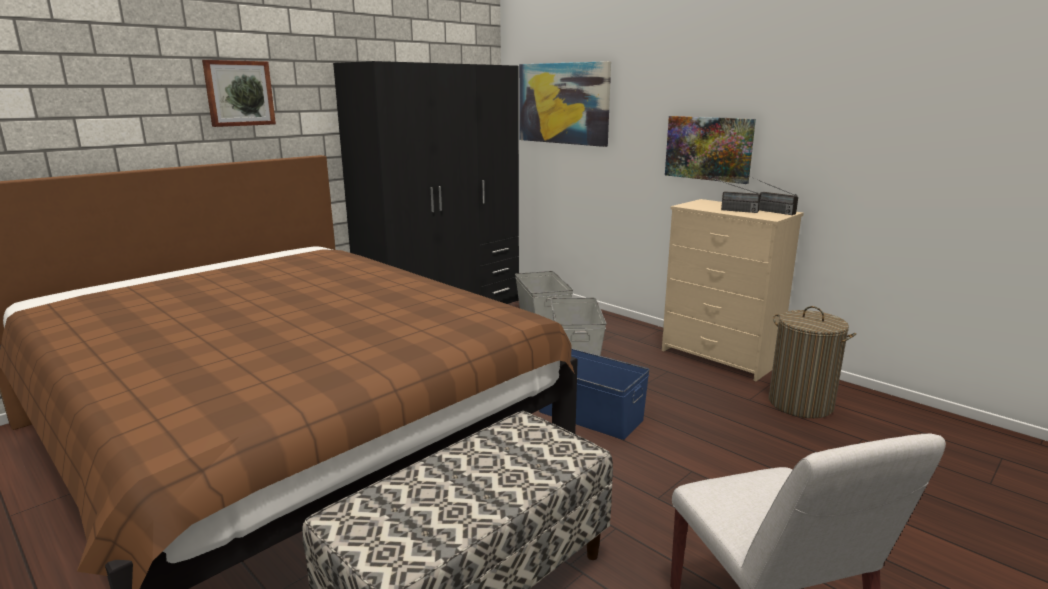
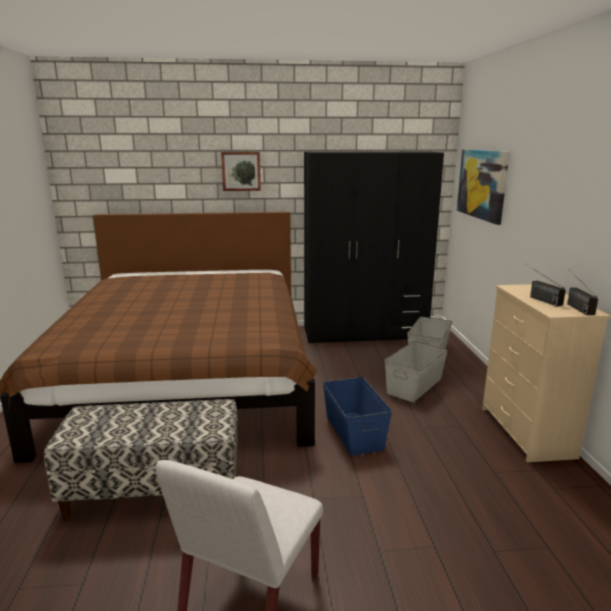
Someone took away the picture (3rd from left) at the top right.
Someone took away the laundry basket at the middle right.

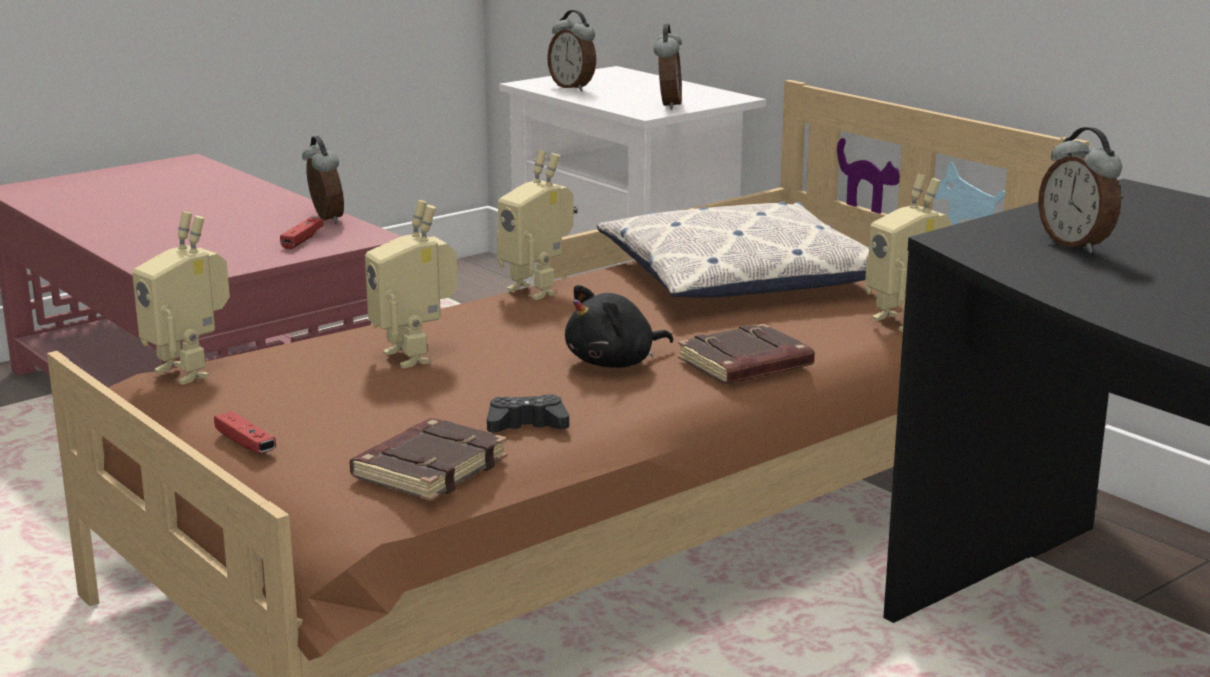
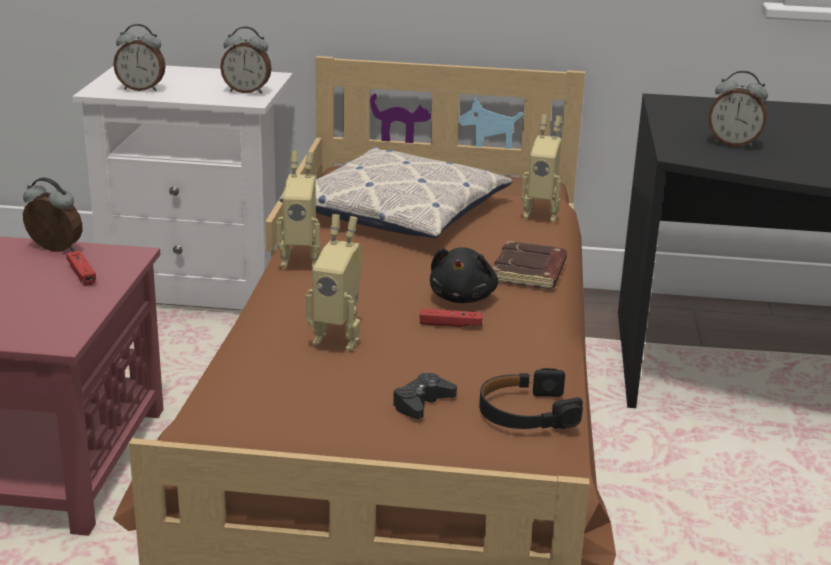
Someone took away the robot figure (1st from left) at the middle left.
Someone carried the gamepad in red-coloured (1st from left in the first image) from the middle left to the centre.
Someone swapped the bound book in brown-coloured (1st from left) at the bottom centre for the headset in black-coloured at the bottom centre.
Someone carried the gamepad in black-coloured from the centre to the bottom centre.
Someone rotated the bedside clock (3rd from left) at the top centre by 135 degrees clockwise.

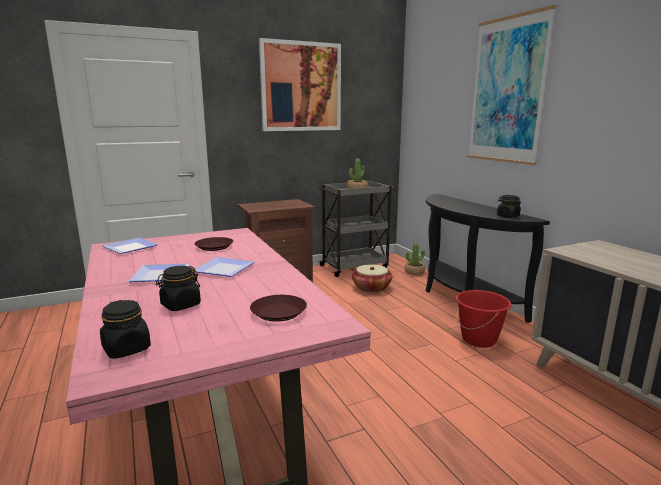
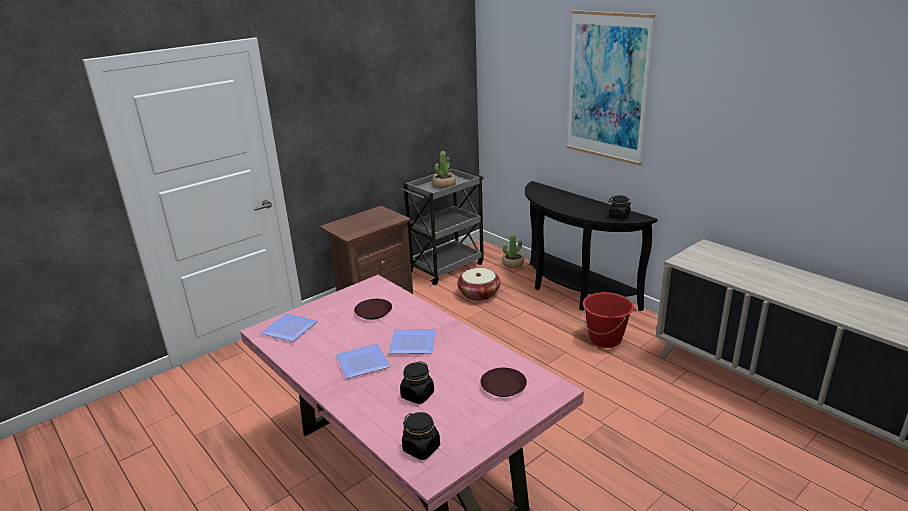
Someone took away the picture (1st from left) at the top centre.

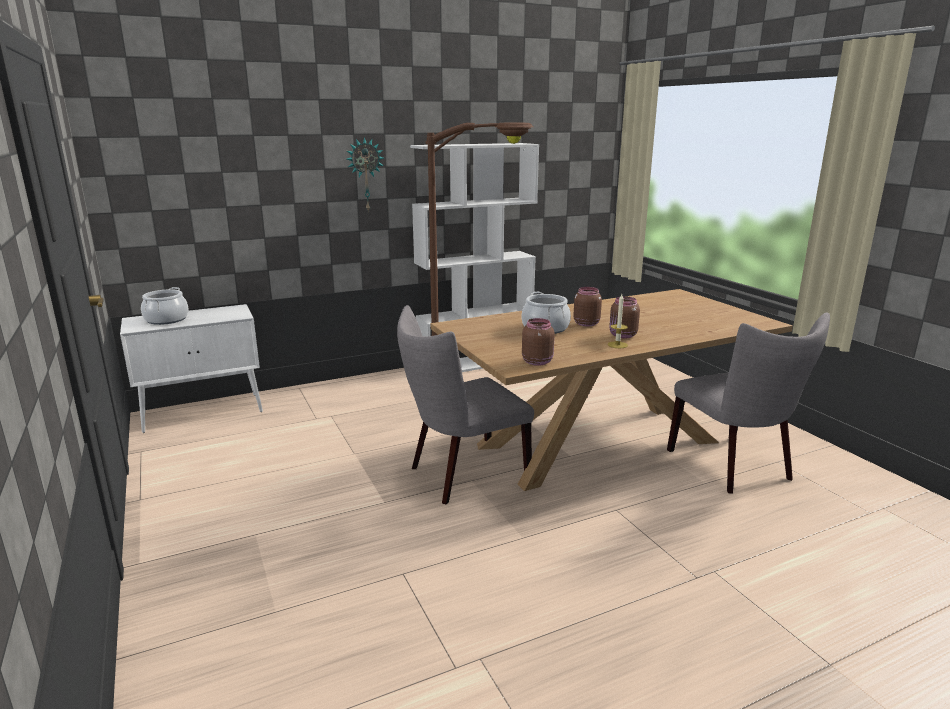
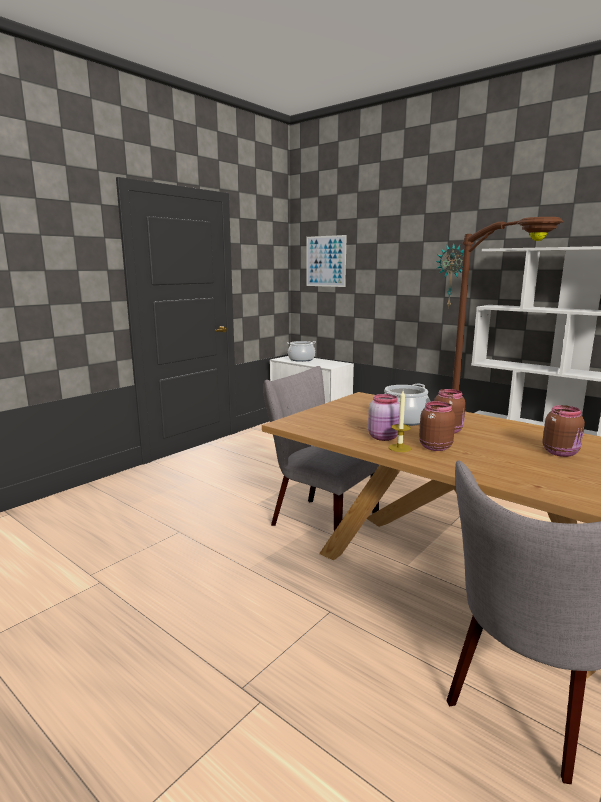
Someone carried the preserve jar in brown-coloured (1st from left in the first image) from the centre to the middle right.
Someone put up the picture at the top centre.
Someone put down the preserve jar in pinkish at the centre.

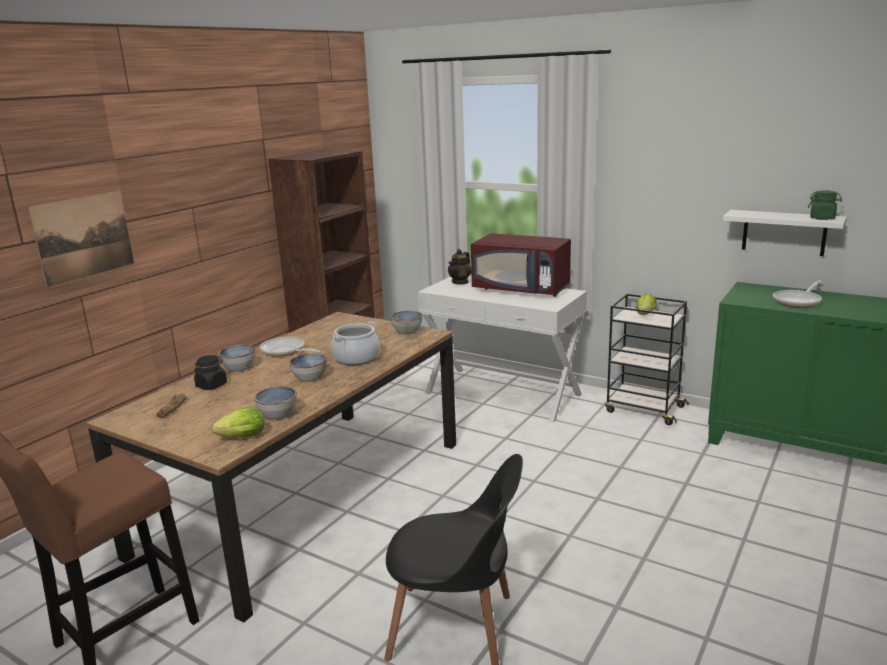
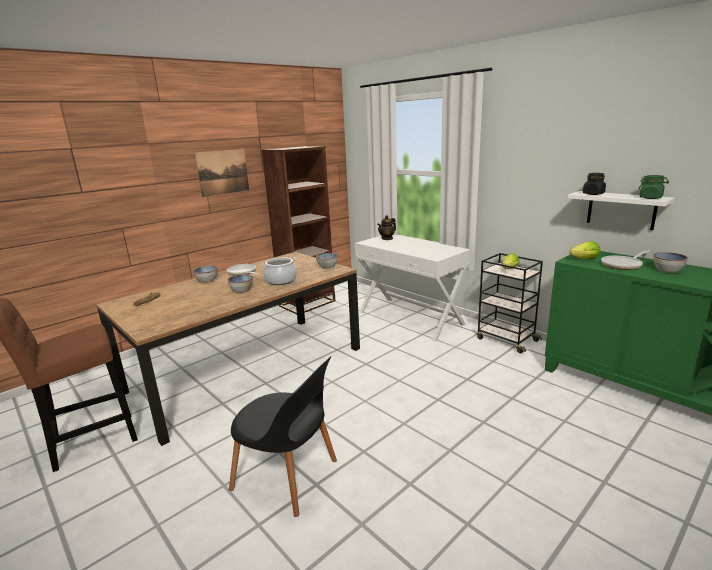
Someone carried the picture from the middle left to the top left.
Someone carried the preserve jar in black-coloured from the middle left to the top right.
Someone carried the head of lettuce (1st from left in the first image) from the middle left to the middle right.
Someone carried the bowl (2nd from left in the first image) from the middle left to the middle right.
Someone took away the microwave in red-coloured at the centre.

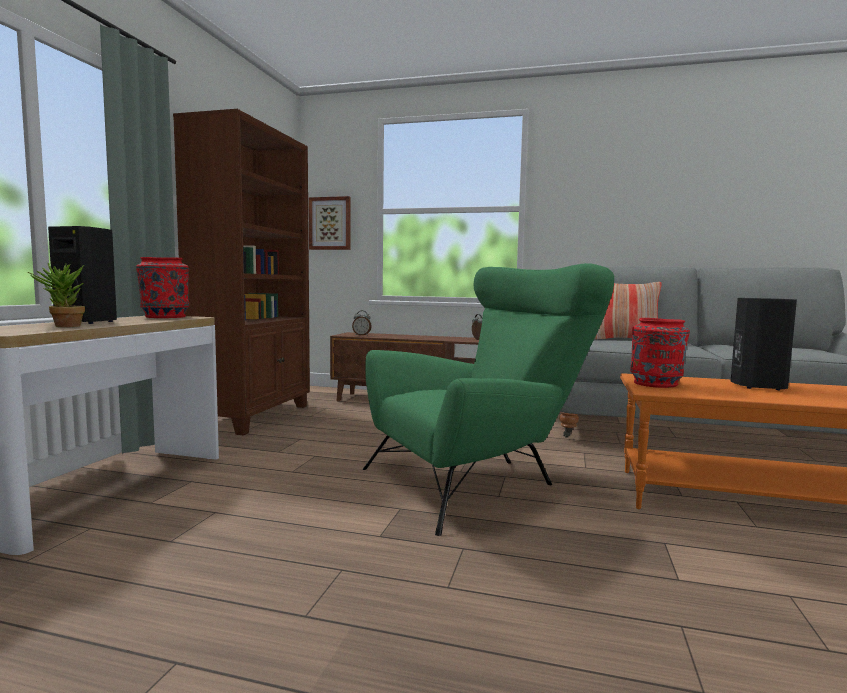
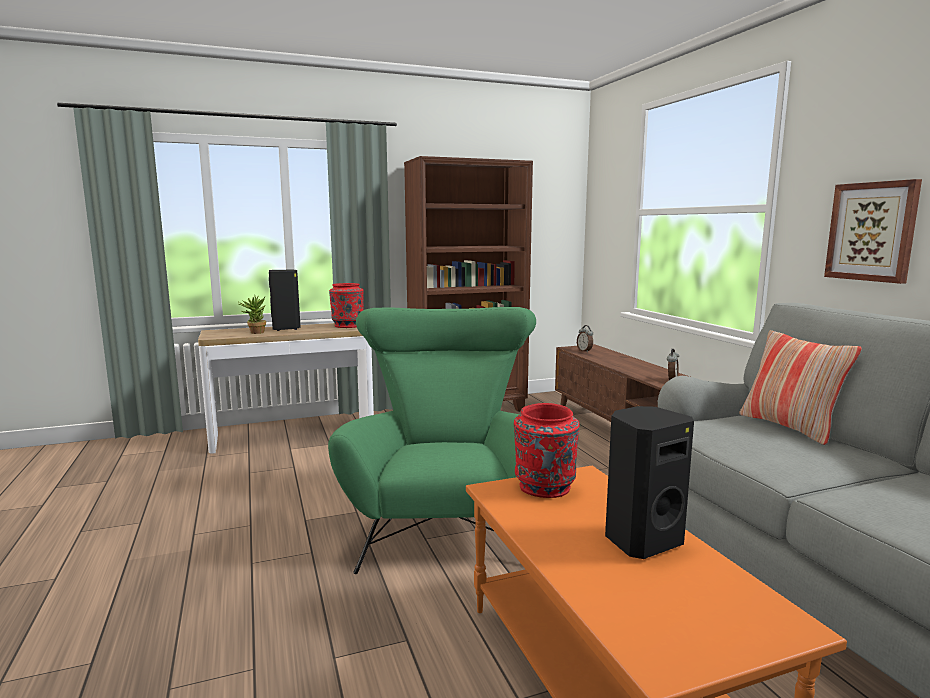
Someone carried the picture from the top centre to the top right.
Someone rotated the armchair in green at the centre by 120 degrees counterclockwise.

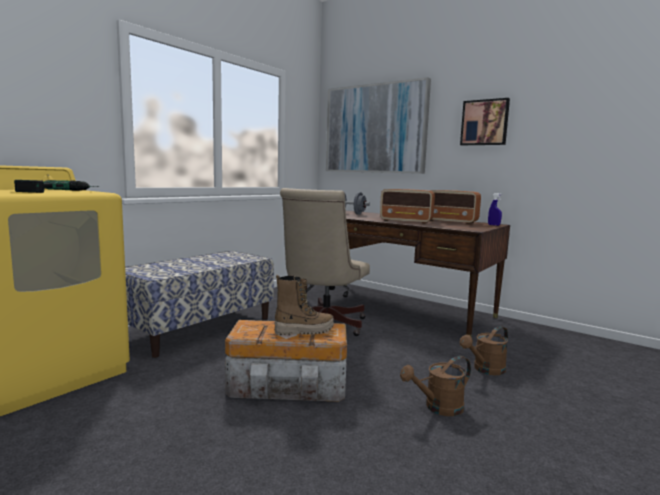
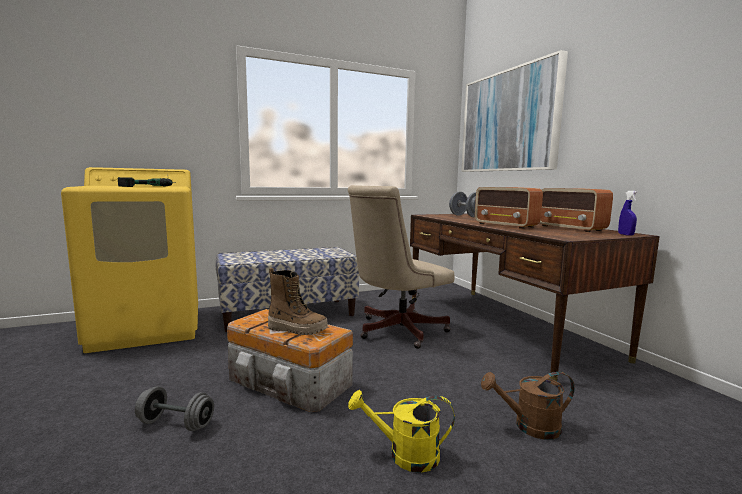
Someone repainted the watering pot in brown-coloured (1st from left) at the bottom centre, which became the watering pot in yellow at the bottom centre.
Someone took away the picture (2nd from left) at the top right.
Someone put down the dumbbell in grey (1st from left) at the bottom left.

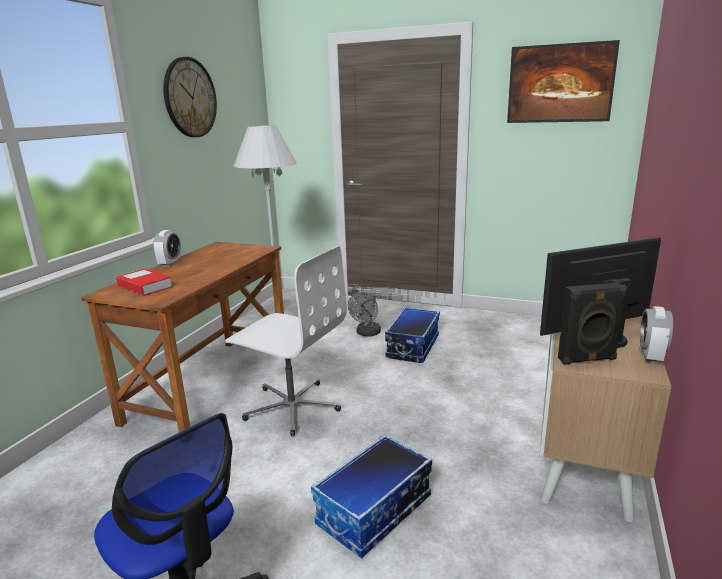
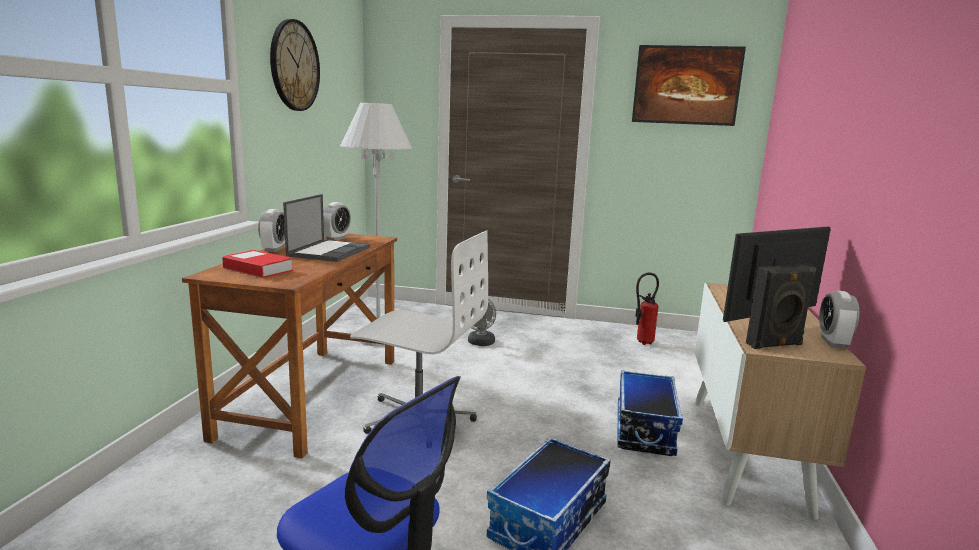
Someone carried the storage box (2nd from left) from the centre to the bottom centre.
Someone put down the portable computer at the middle left.
Someone put down the bedside clock (2nd from left) at the centre.
Someone put down the fire extinguisher at the centre.

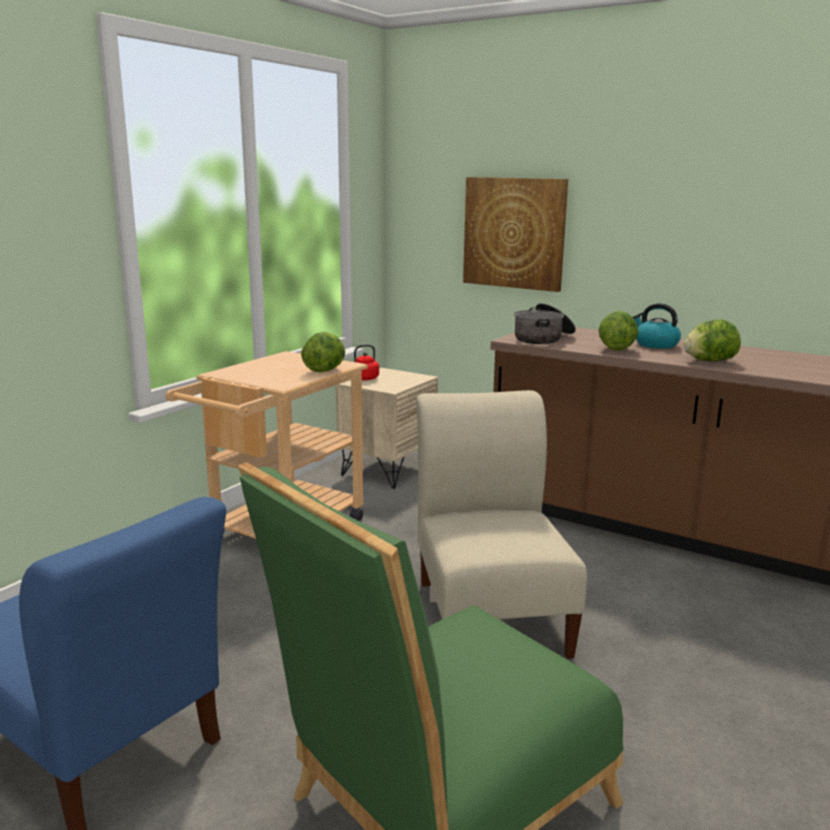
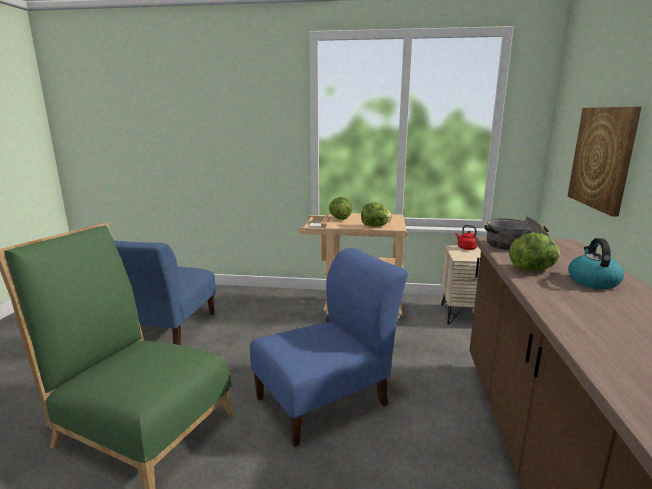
Someone repainted the upright chair in beige at the centre, which became the upright chair in bluish (2nd from left) at the bottom centre.
Someone carried the head of lettuce (3rd from left in the first image) from the middle right to the centre.

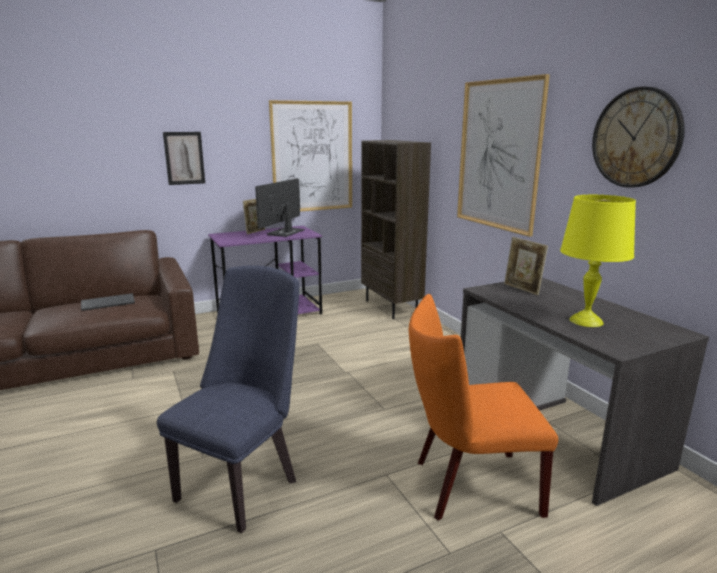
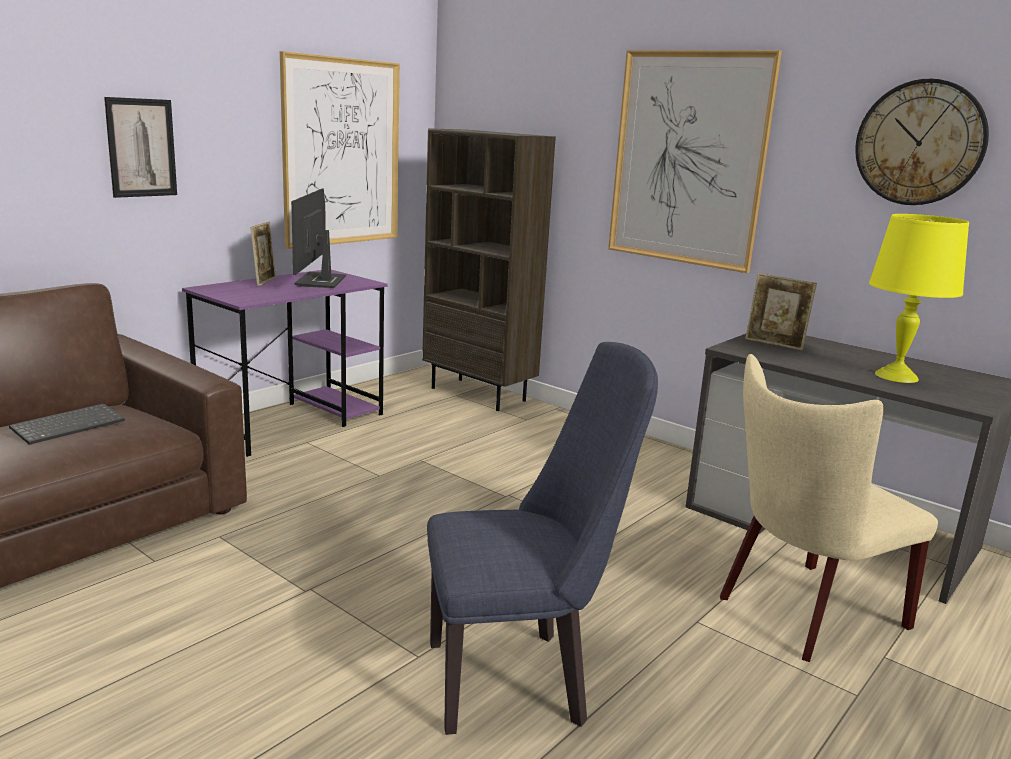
Someone rotated the upright chair in bluish at the bottom left by 75 degrees clockwise.
Someone repainted the upright chair in orangey at the bottom right, which became the upright chair in beige at the bottom right.

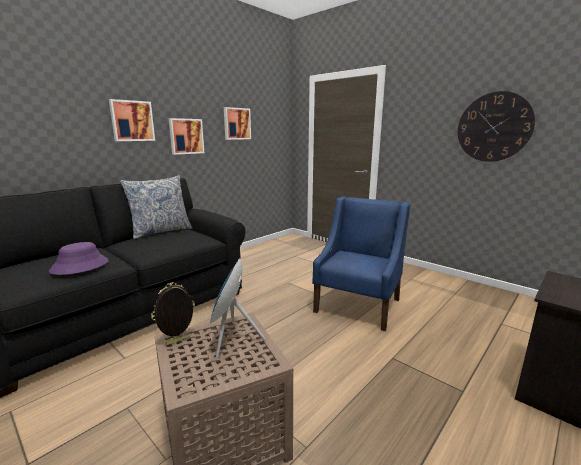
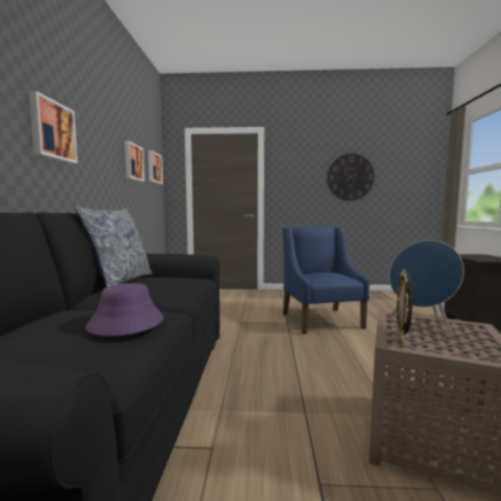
Someone carried the picture (2nd from left in the first image) from the top left to the middle left.

